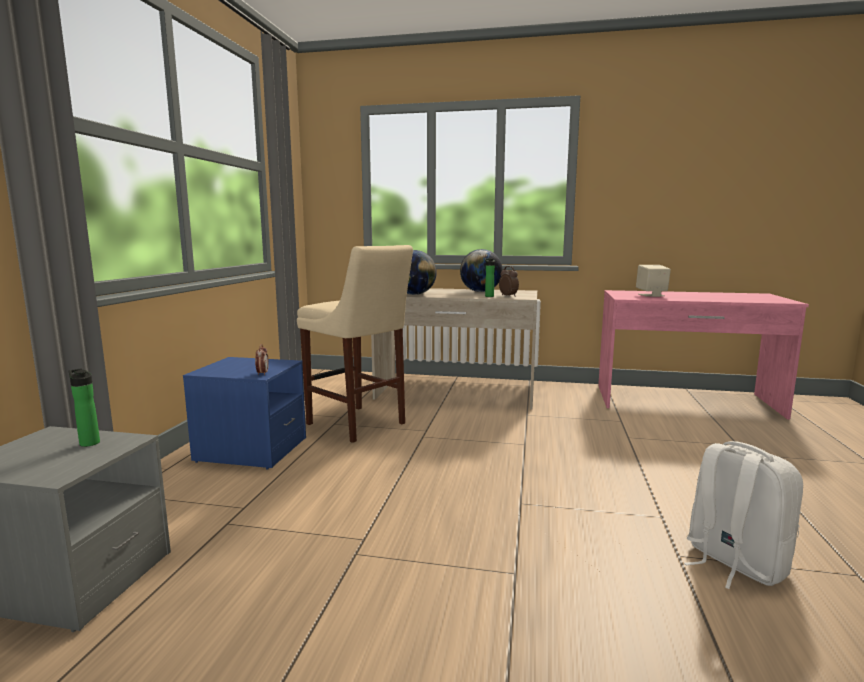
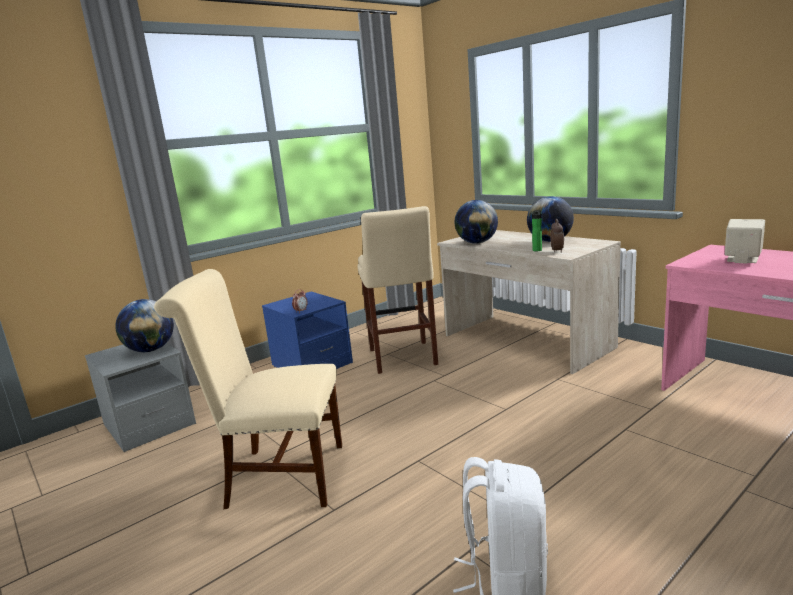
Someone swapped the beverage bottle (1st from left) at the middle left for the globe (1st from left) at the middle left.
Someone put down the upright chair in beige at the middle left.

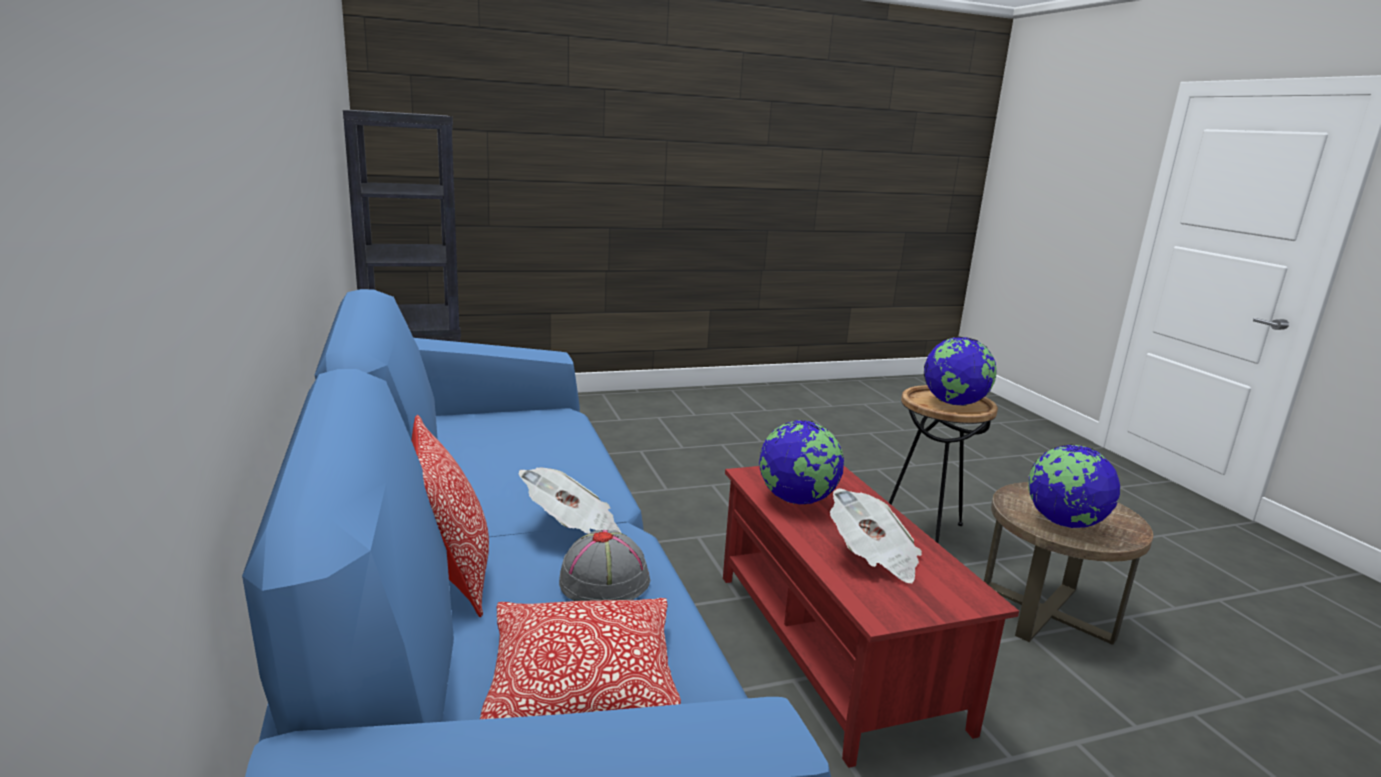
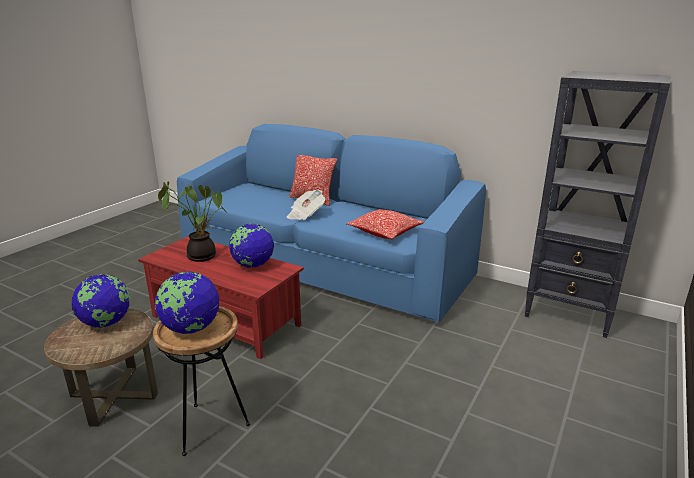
Someone carried the pillow (2nd from left) from the bottom centre to the centre.
Someone took away the clothing hat in grey at the bottom centre.
Someone swapped the printed paper (2nd from left) at the bottom centre for the potted plant at the middle left.

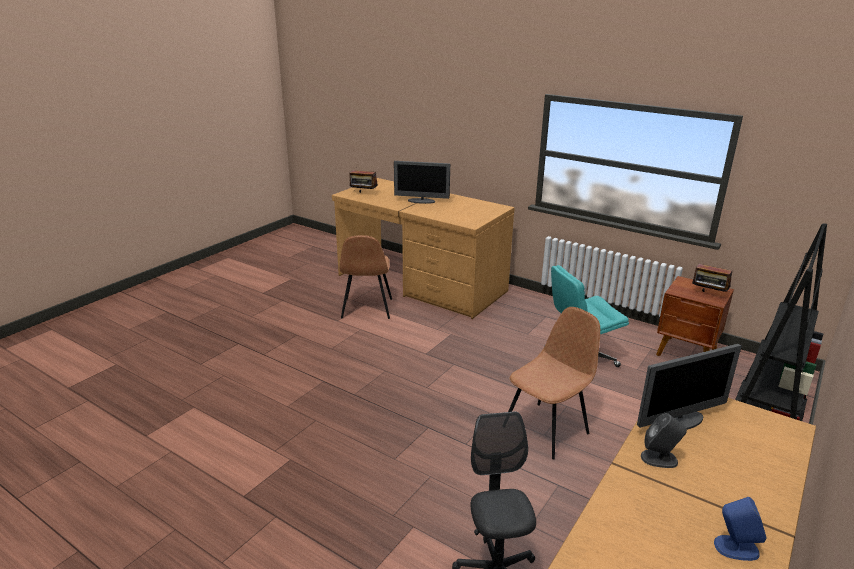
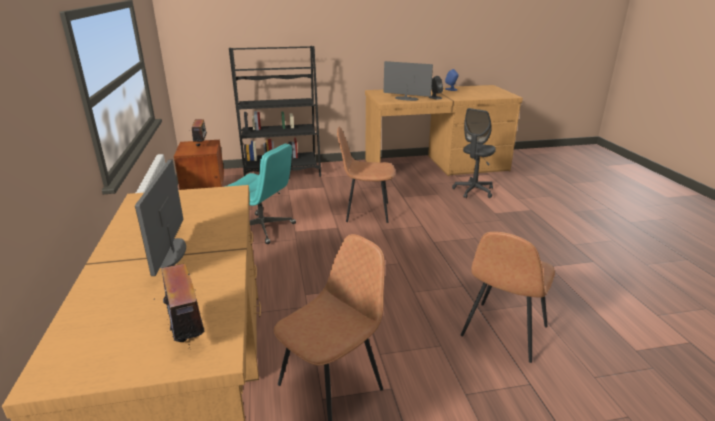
Someone rotated the computer display (1st from left) at the top centre by 150 degrees counterclockwise.
Someone put down the upright chair in brown-coloured (3rd from left) at the bottom right.

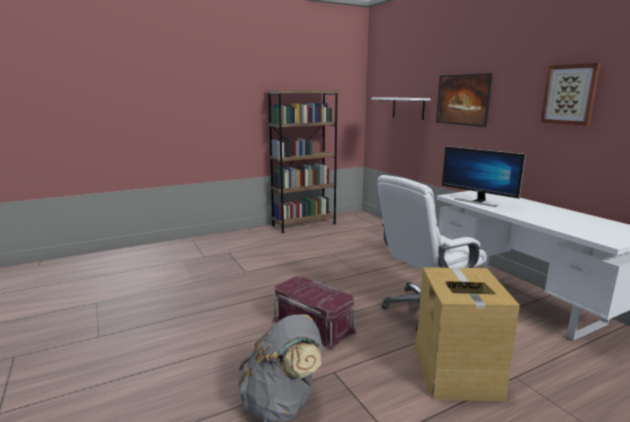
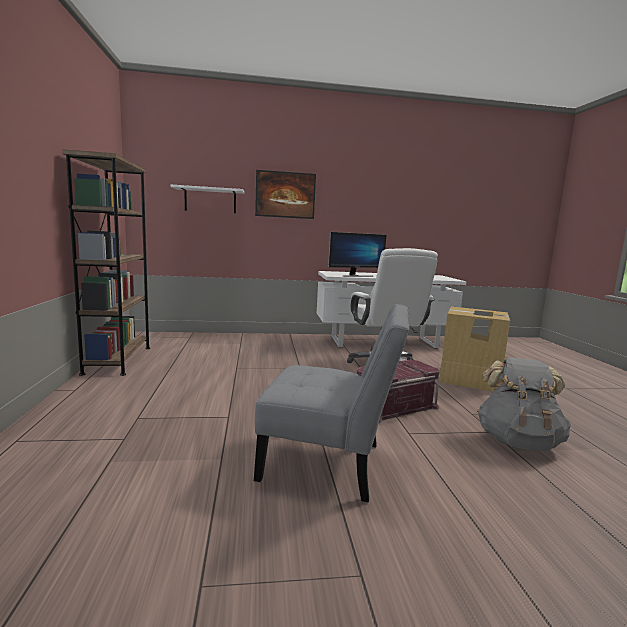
Someone took away the picture (2nd from left) at the top right.
Someone put down the upright chair in grey at the centre.

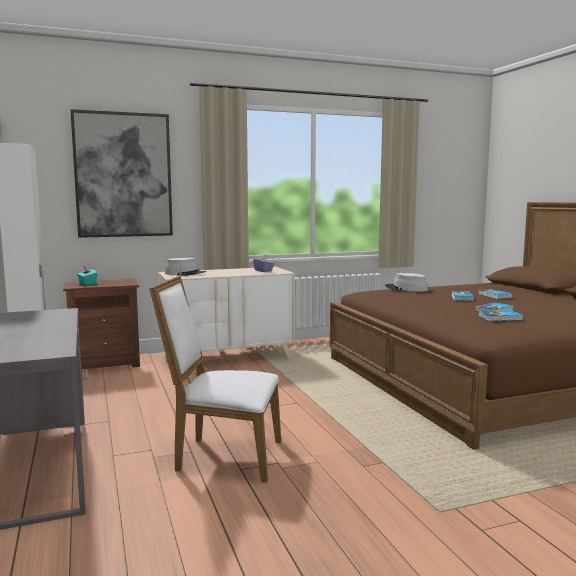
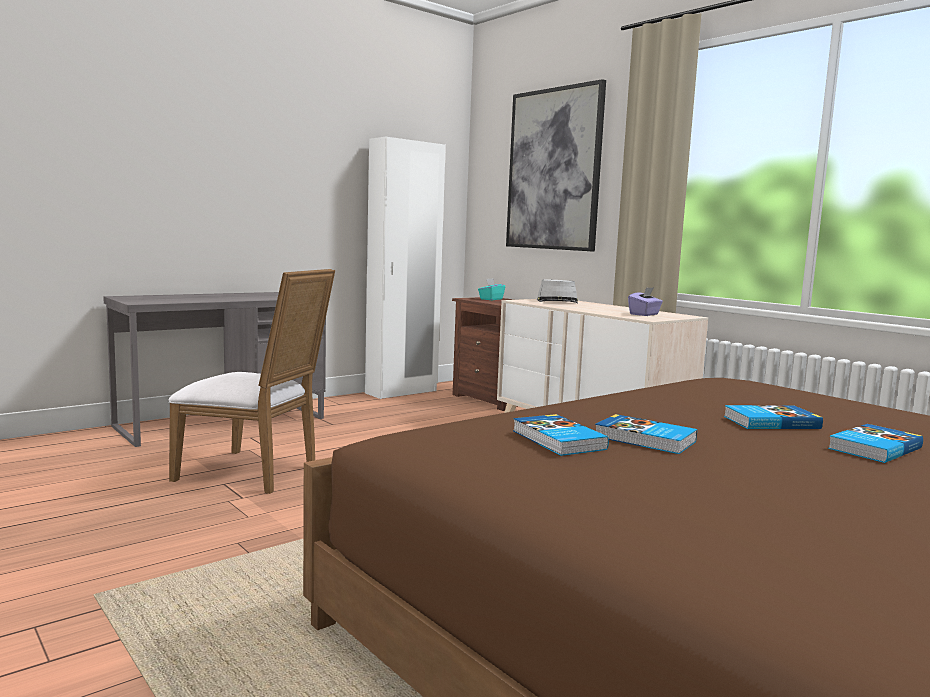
Someone rotated the upright chair in whitish at the centre by 120 degrees clockwise.
Someone took away the clothing hat in grey (2nd from left) at the middle right.

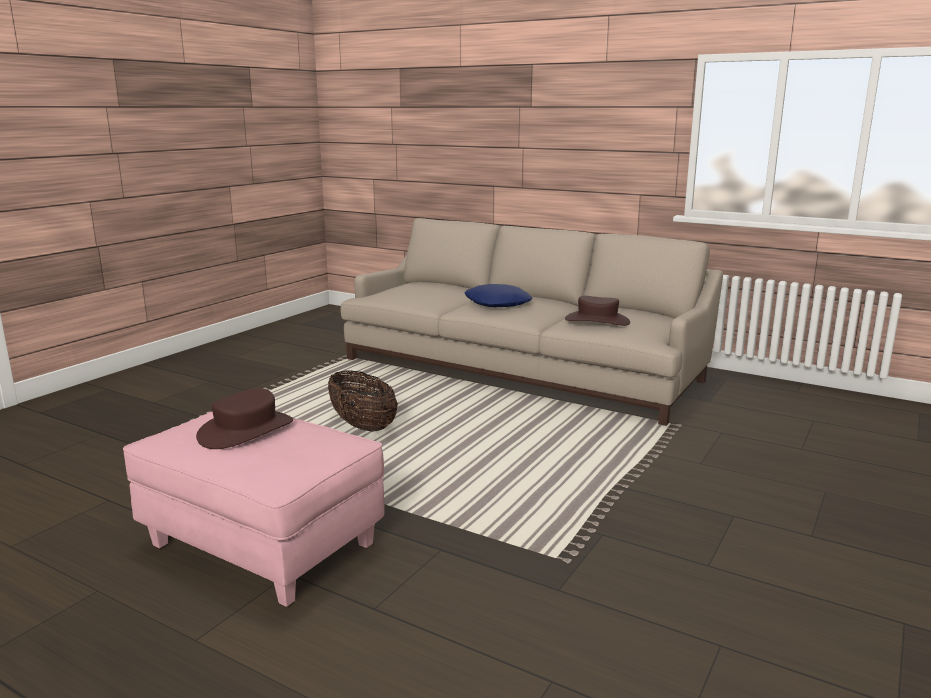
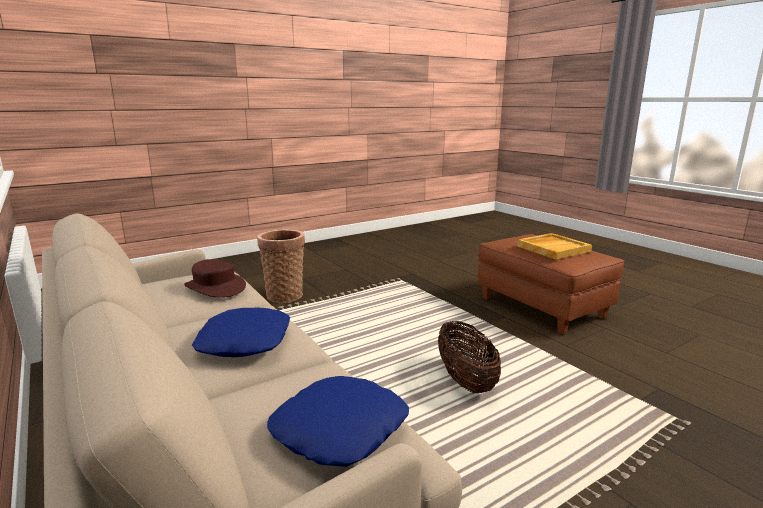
Someone repainted the ottoman in pinkish at the bottom left, which became the ottoman in brown-coloured at the middle right.
Someone swapped the clothing hat in brown-coloured (1st from left) at the middle left for the tray in beige at the middle right.
Someone put down the household basket (1st from left) at the centre.
Someone put down the pillow in bluish (2nd from left) at the bottom centre.

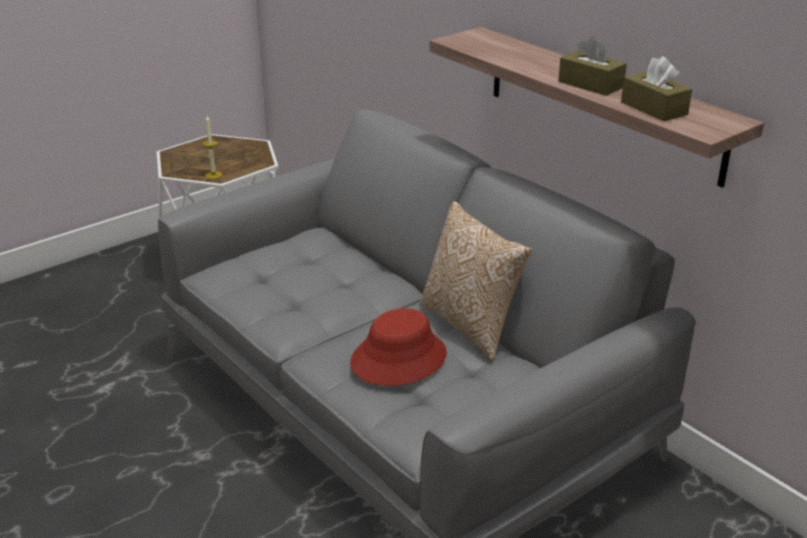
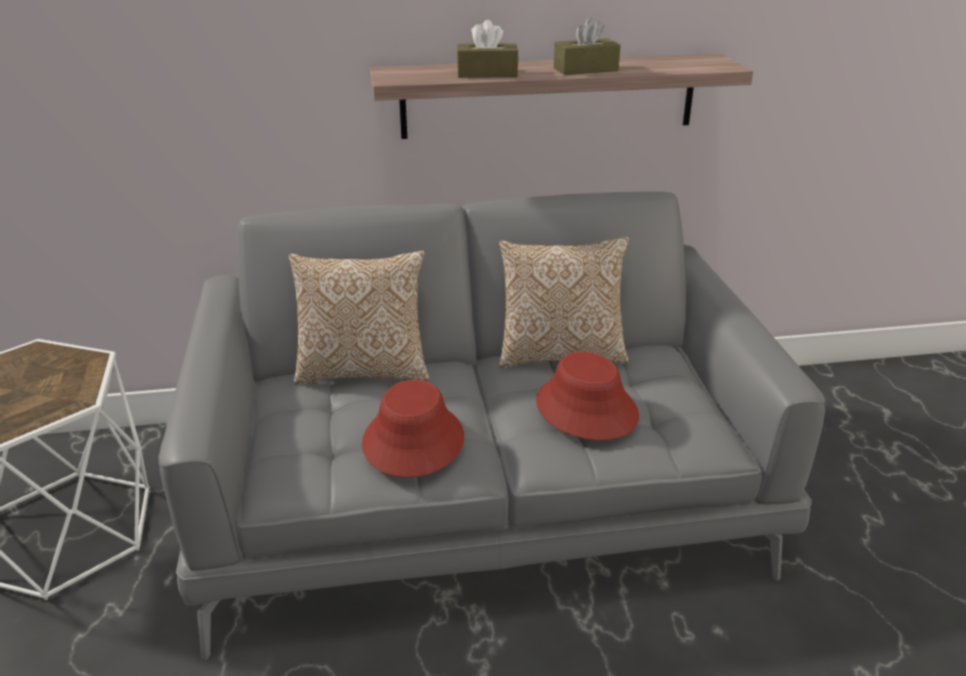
Someone took away the wax candle at the top left.
Someone carried the tissue box in brown-coloured (2nd from left in the first image) from the top right to the top centre.
Someone put down the pillow (1st from left) at the centre.
Someone put down the clothing hat in red-coloured (1st from left) at the centre.

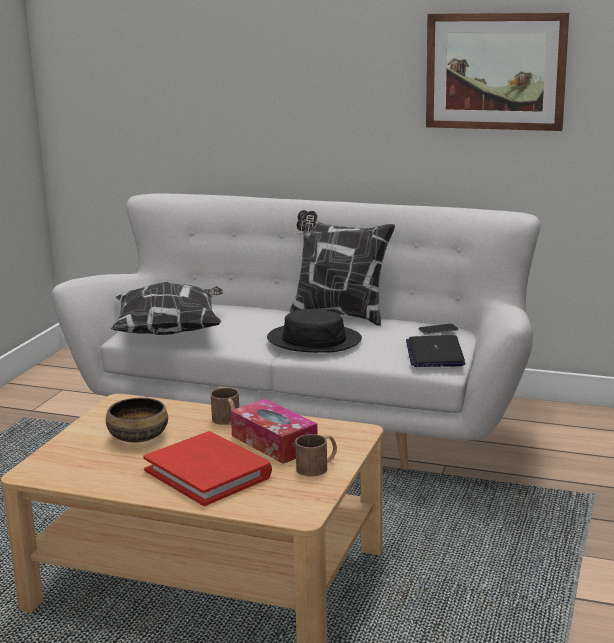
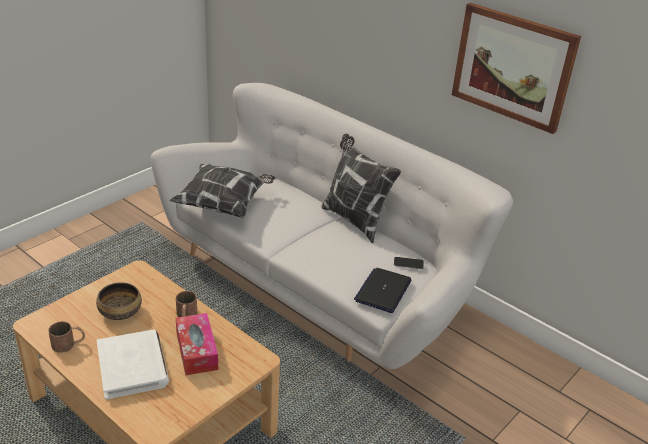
Someone repainted the bound book in red-coloured at the bottom centre, which became the bound book in whitish at the bottom left.
Someone took away the clothing hat in black-coloured at the centre.
Someone carried the coffee mug in brown-coloured (2nd from left in the first image) from the bottom centre to the bottom left.

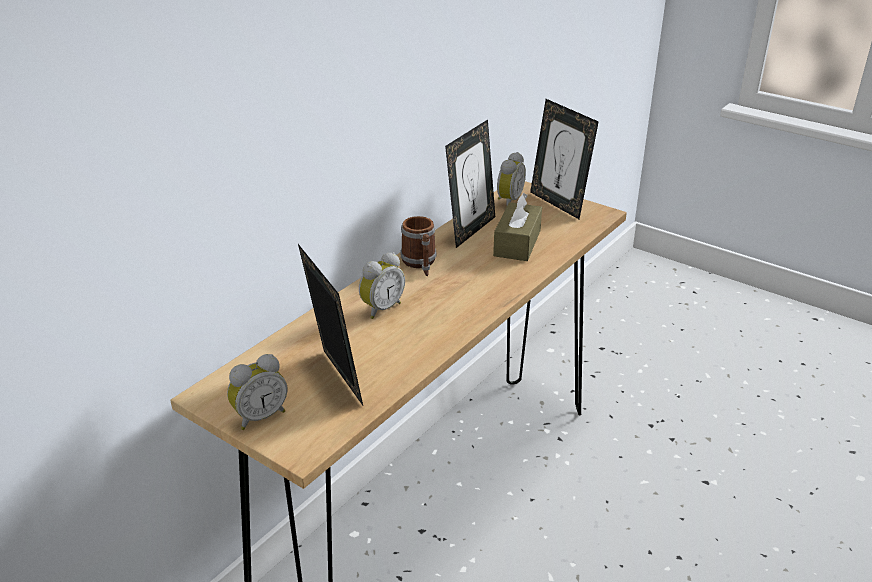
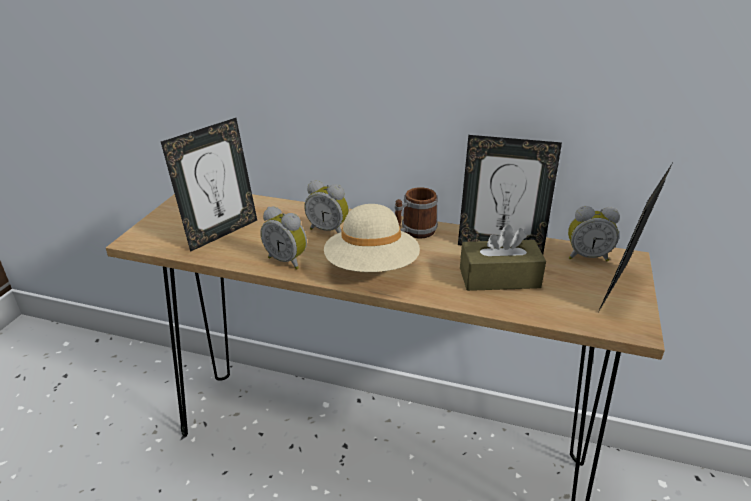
Someone carried the bedside clock (1st from left) from the bottom left to the centre.
Someone put down the clothing hat in beige at the centre.

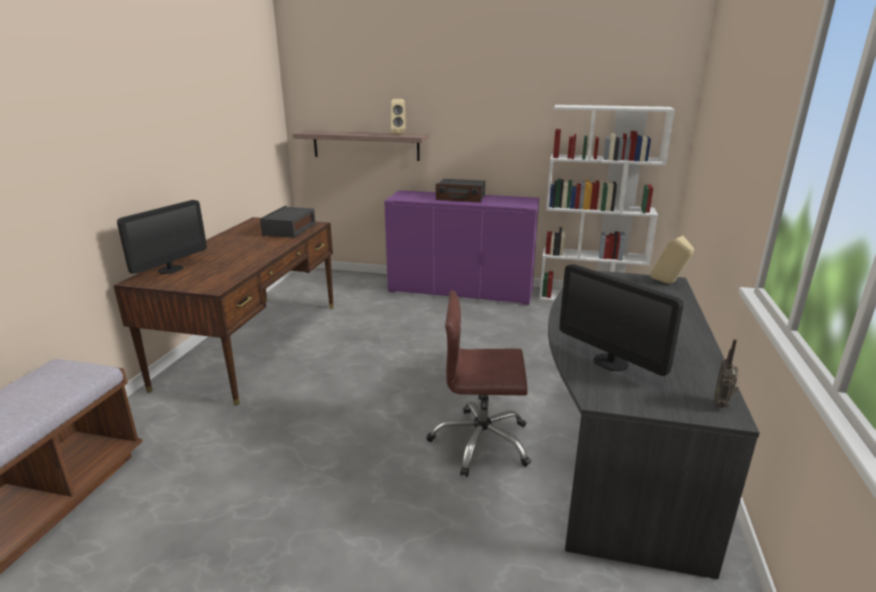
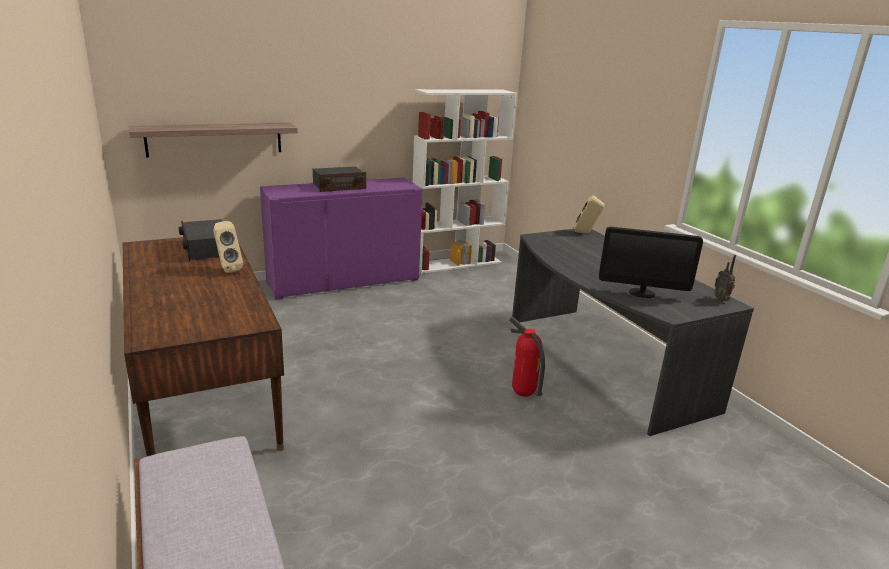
Someone took away the computer display (1st from left) at the middle left.
Someone carried the loudspeaker in beige (1st from left) from the top centre to the middle left.
Someone swapped the computer chair in brown-coloured at the centre for the fire extinguisher at the centre.

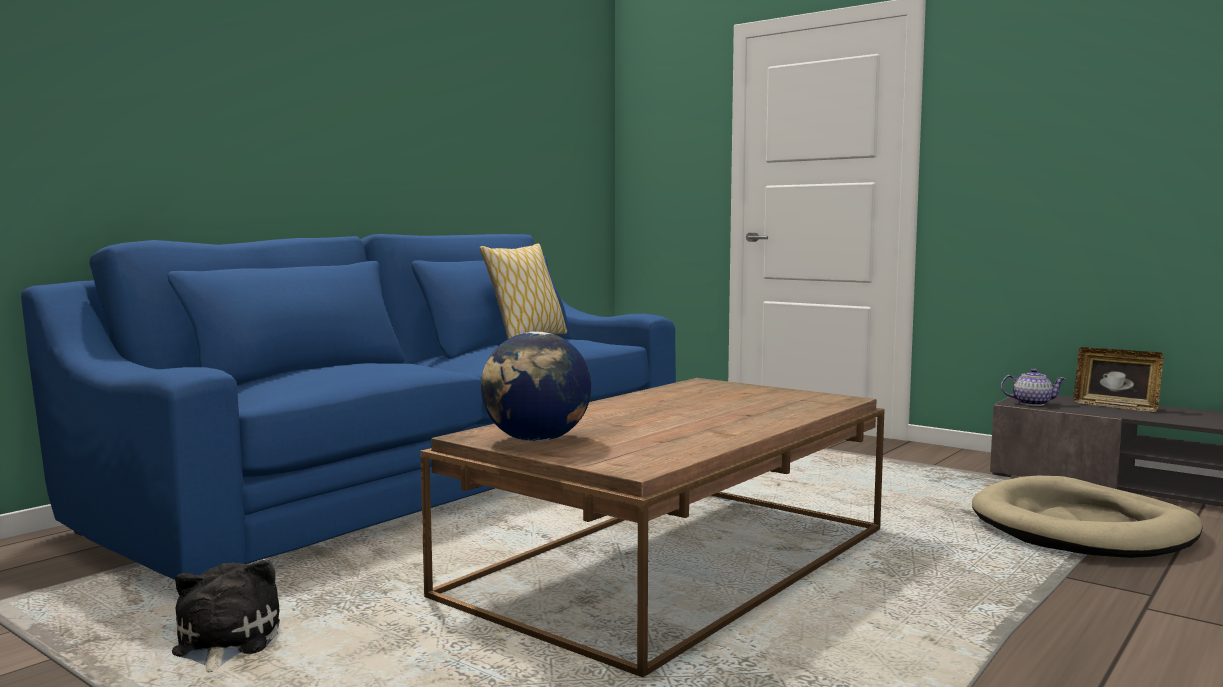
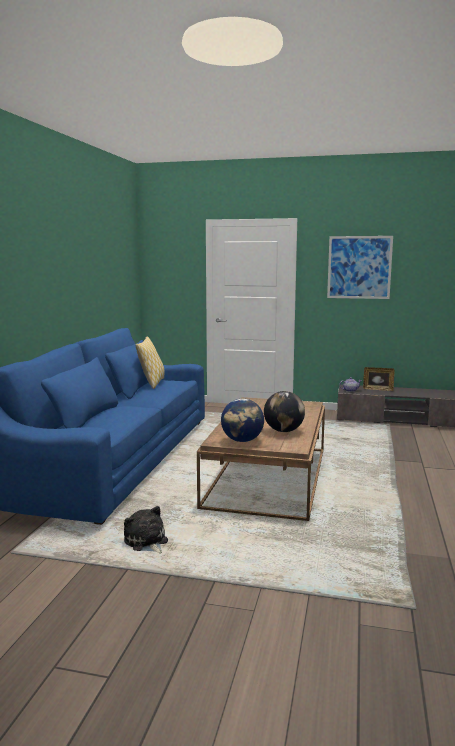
Someone took away the dog bed in beige at the bottom right.
Someone put down the globe (2nd from left) at the centre.
Someone put up the picture at the middle right.

